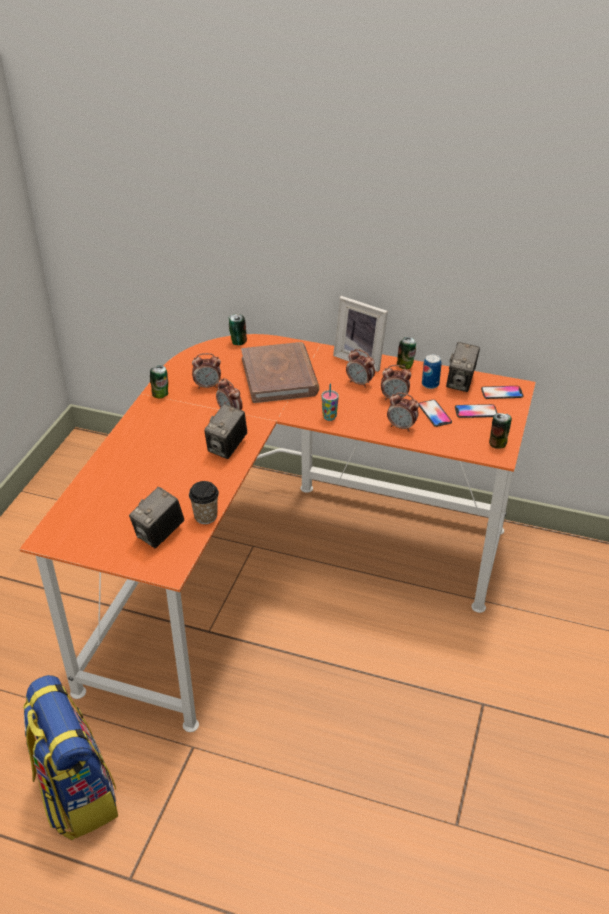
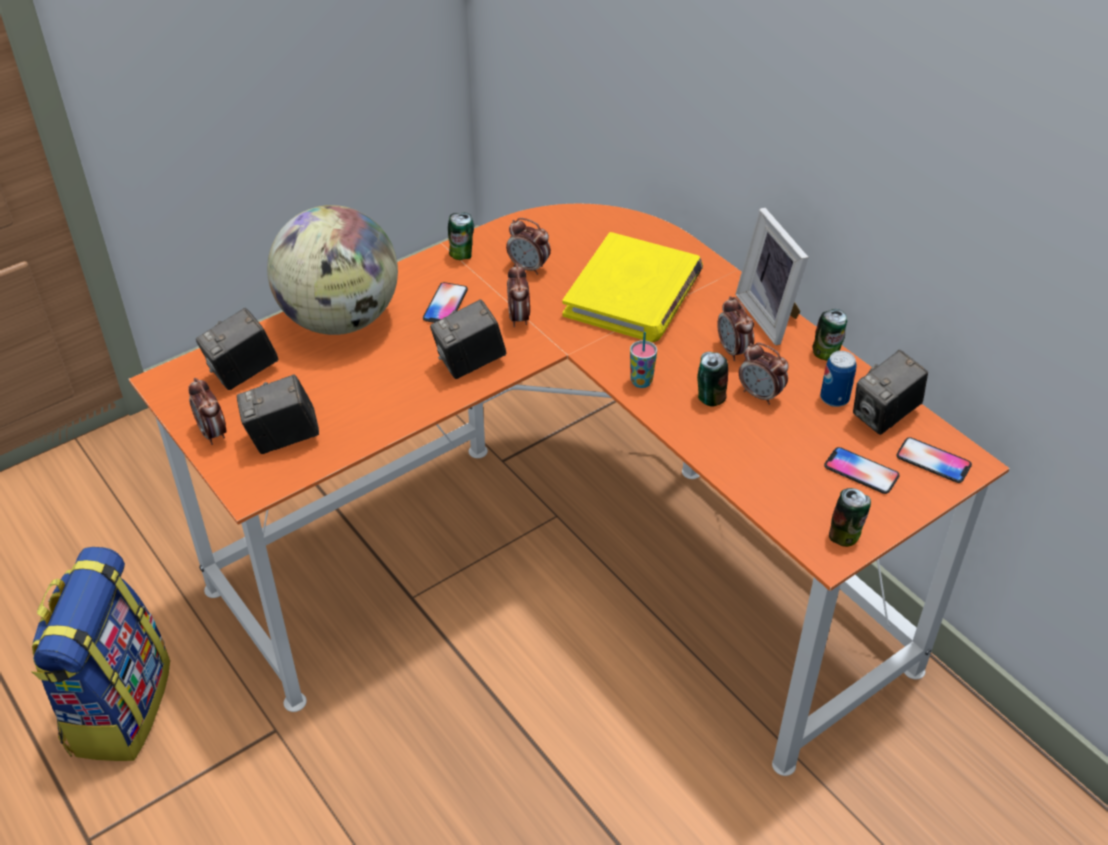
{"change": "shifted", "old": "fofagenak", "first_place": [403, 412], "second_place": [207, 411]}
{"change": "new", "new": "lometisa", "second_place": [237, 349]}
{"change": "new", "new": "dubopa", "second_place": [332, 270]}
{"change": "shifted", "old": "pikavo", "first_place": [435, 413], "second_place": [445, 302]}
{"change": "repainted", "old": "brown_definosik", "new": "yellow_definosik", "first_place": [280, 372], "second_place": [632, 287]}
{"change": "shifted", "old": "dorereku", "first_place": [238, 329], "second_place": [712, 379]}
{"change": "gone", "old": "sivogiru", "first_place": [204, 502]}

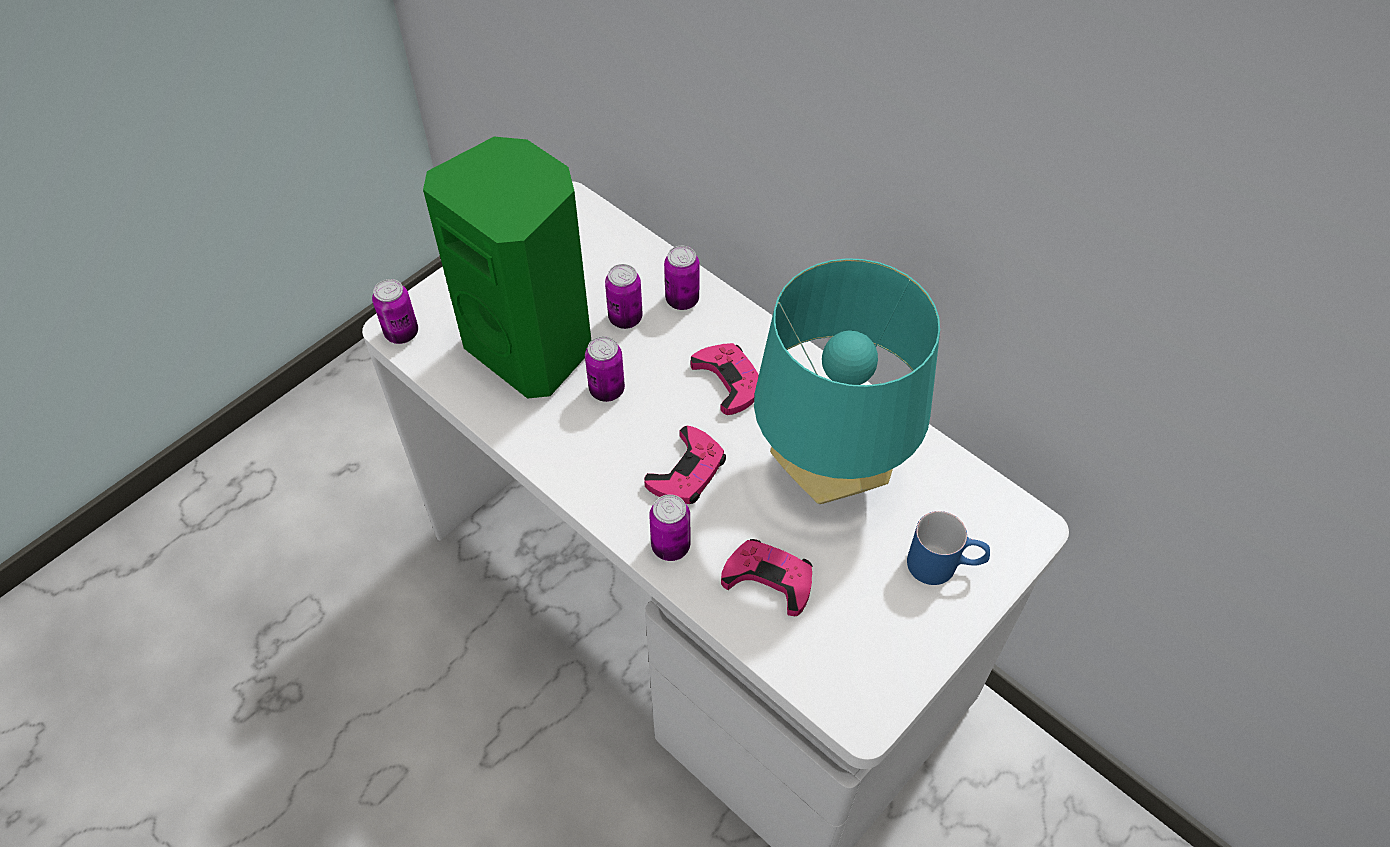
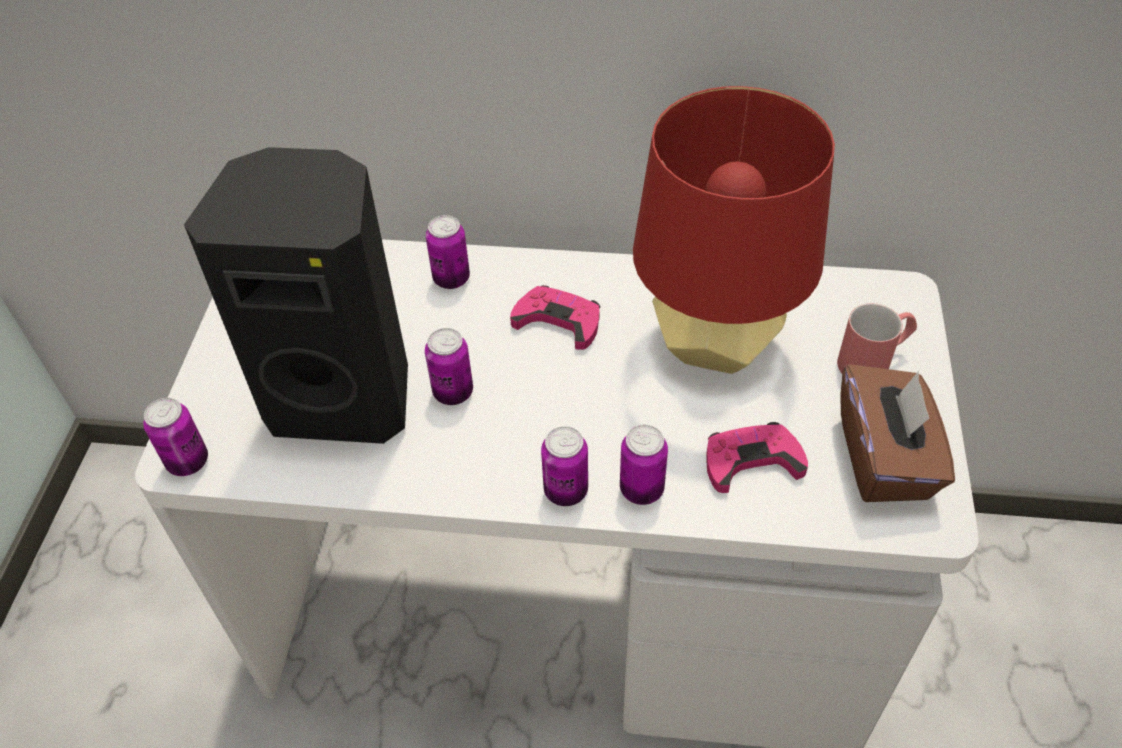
{"change": "repainted", "old": "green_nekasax", "new": "black_nekasax", "first_place": [507, 268], "second_place": [296, 295]}
{"change": "shifted", "old": "dorereku", "first_place": [624, 296], "second_place": [564, 466]}
{"change": "repainted", "old": "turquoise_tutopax", "new": "red_tutopax", "first_place": [847, 381], "second_place": [734, 230]}
{"change": "repainted", "old": "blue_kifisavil", "new": "red_kifisavil", "first_place": [948, 548], "second_place": [877, 338]}
{"change": "new", "new": "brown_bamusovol", "second_place": [897, 433]}
{"change": "gone", "old": "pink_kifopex", "first_place": [685, 465]}

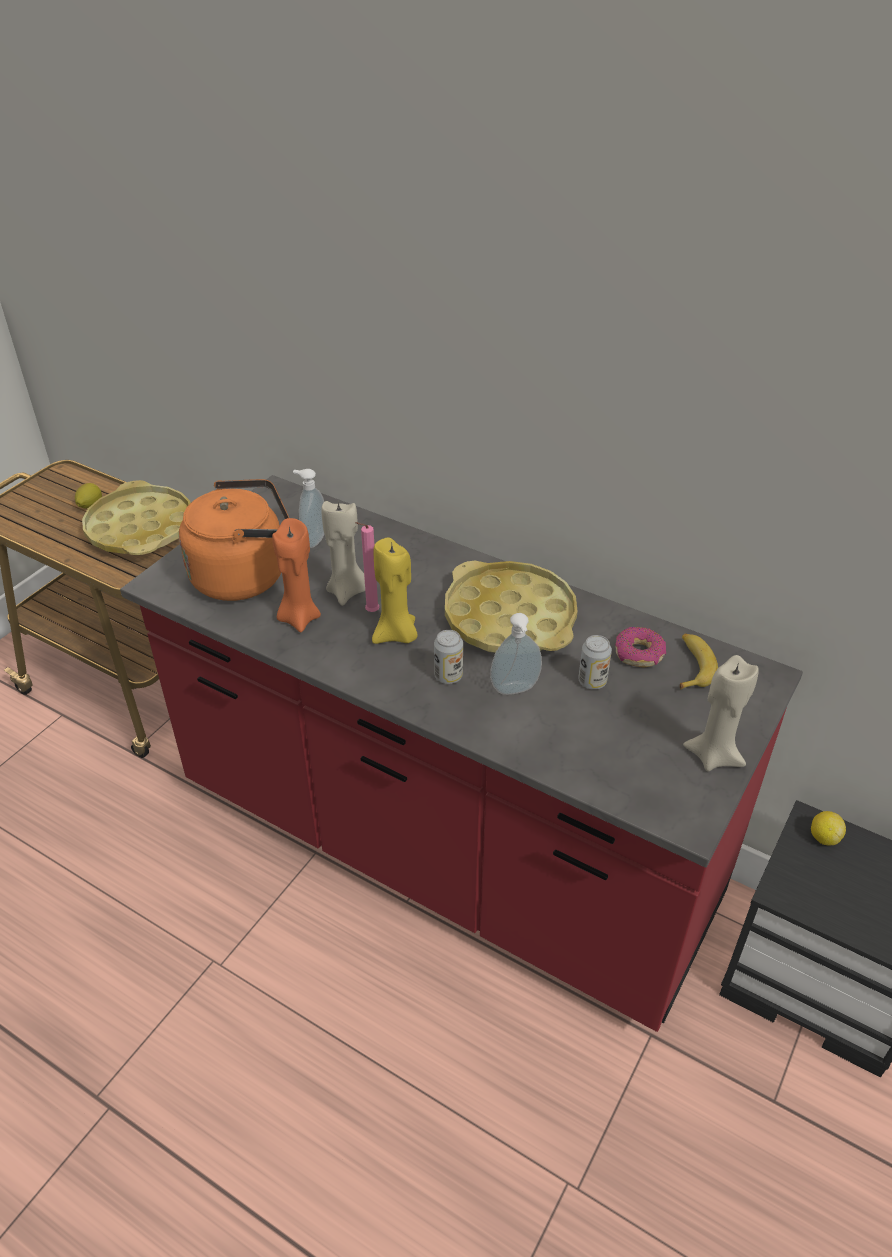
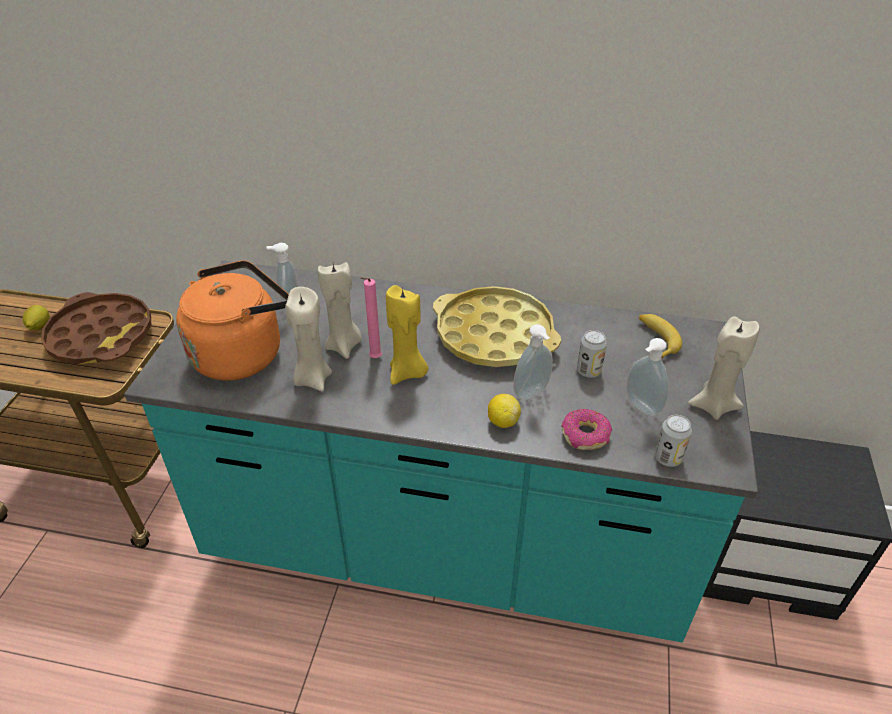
{"change": "repainted", "old": "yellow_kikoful", "new": "brown_kikoful", "first_place": [136, 517], "second_place": [96, 328]}
{"change": "repainted", "old": "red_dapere", "new": "turquoise_dapere", "first_place": [461, 753], "second_place": [441, 451]}
{"change": "repainted", "old": "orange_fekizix", "new": "beige_fekizix", "first_place": [296, 575], "second_place": [308, 339]}
{"change": "shifted", "old": "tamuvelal", "first_place": [828, 828], "second_place": [504, 411]}
{"change": "shifted", "old": "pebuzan", "first_place": [640, 647], "second_place": [586, 429]}
{"change": "new", "new": "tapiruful", "second_place": [648, 377]}
{"change": "shifted", "old": "dorereku", "first_place": [448, 657], "second_place": [673, 441]}

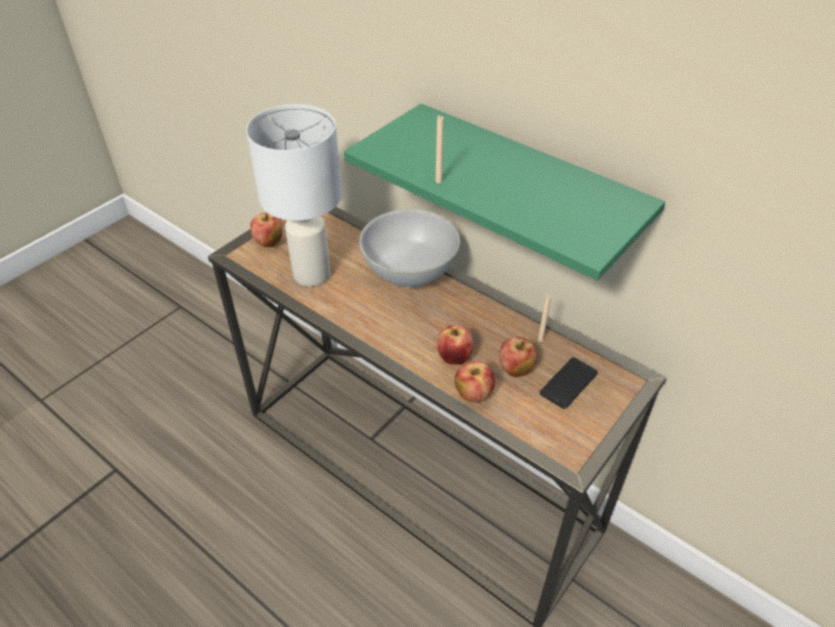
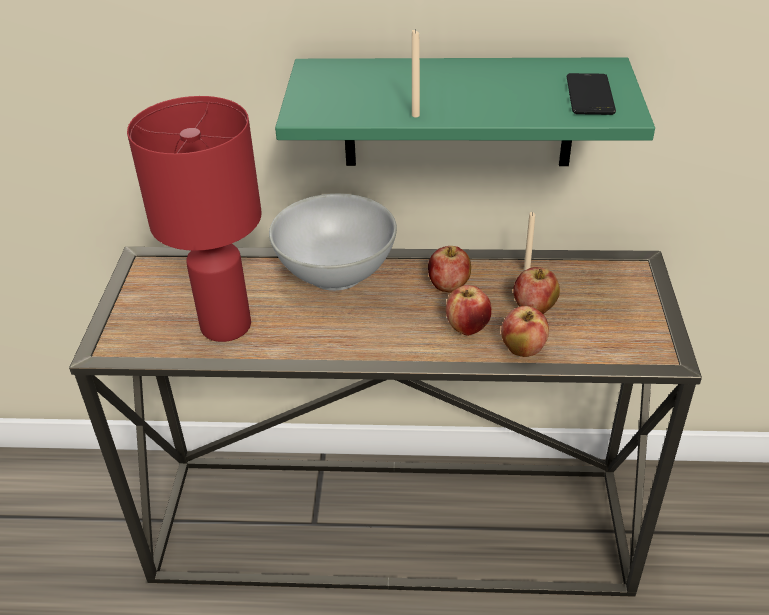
{"change": "repainted", "old": "white_tutopax", "new": "red_tutopax", "first_place": [294, 195], "second_place": [194, 219]}
{"change": "shifted", "old": "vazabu", "first_place": [266, 230], "second_place": [449, 269]}
{"change": "shifted", "old": "pikavo", "first_place": [569, 383], "second_place": [591, 94]}

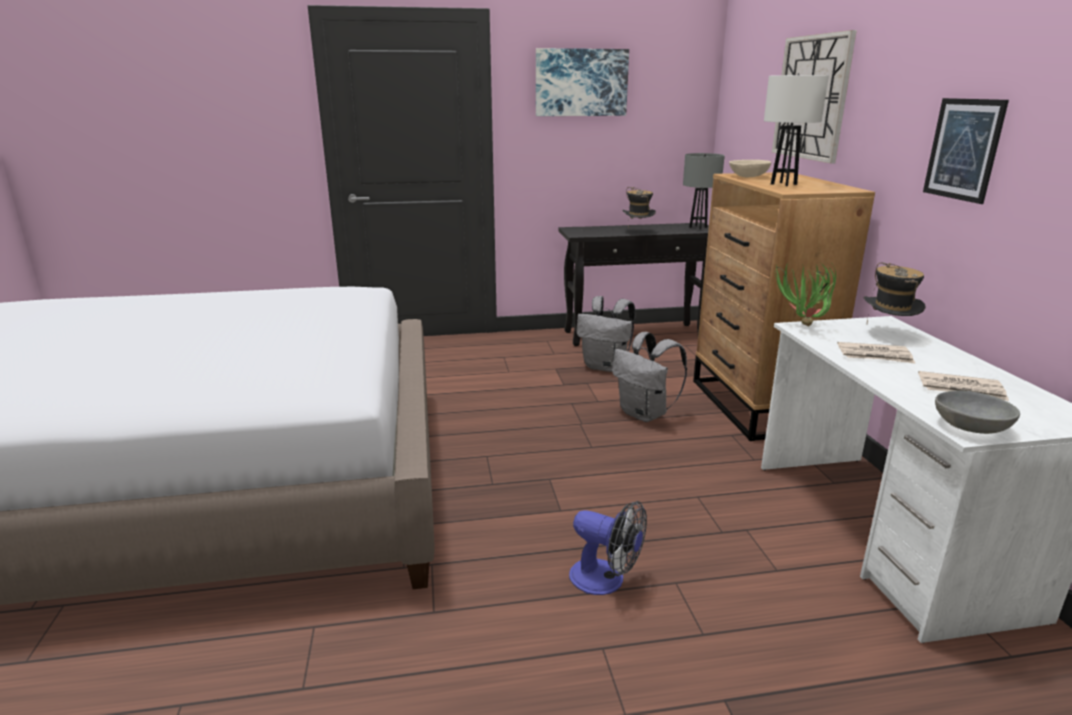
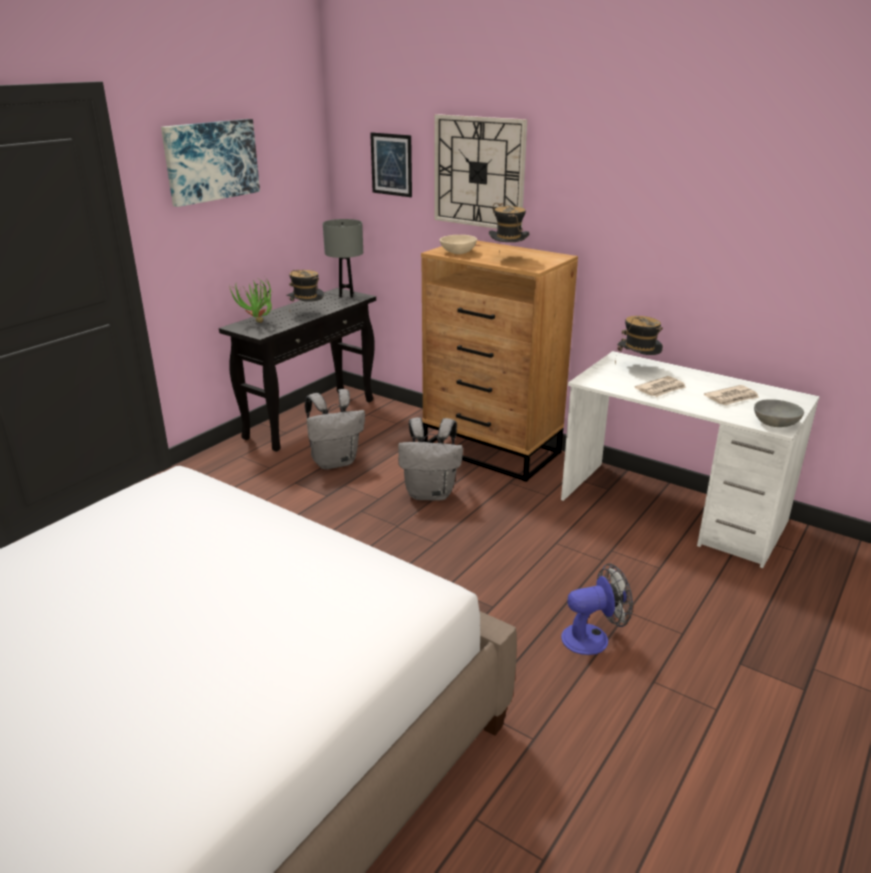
{"change": "shifted", "old": "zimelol", "first_place": [805, 294], "second_place": [250, 300]}
{"change": "shifted", "old": "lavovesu", "first_place": [966, 151], "second_place": [391, 164]}
{"change": "swapped", "old": "white_tutopax", "new": "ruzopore", "first_place": [796, 130], "second_place": [509, 228]}

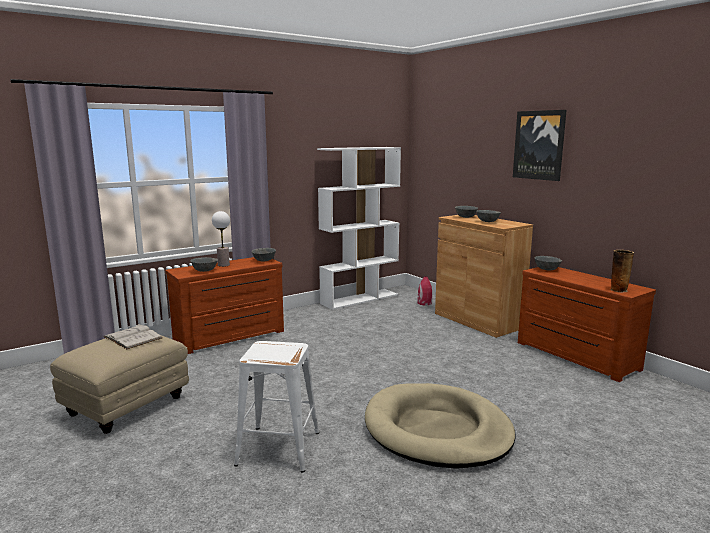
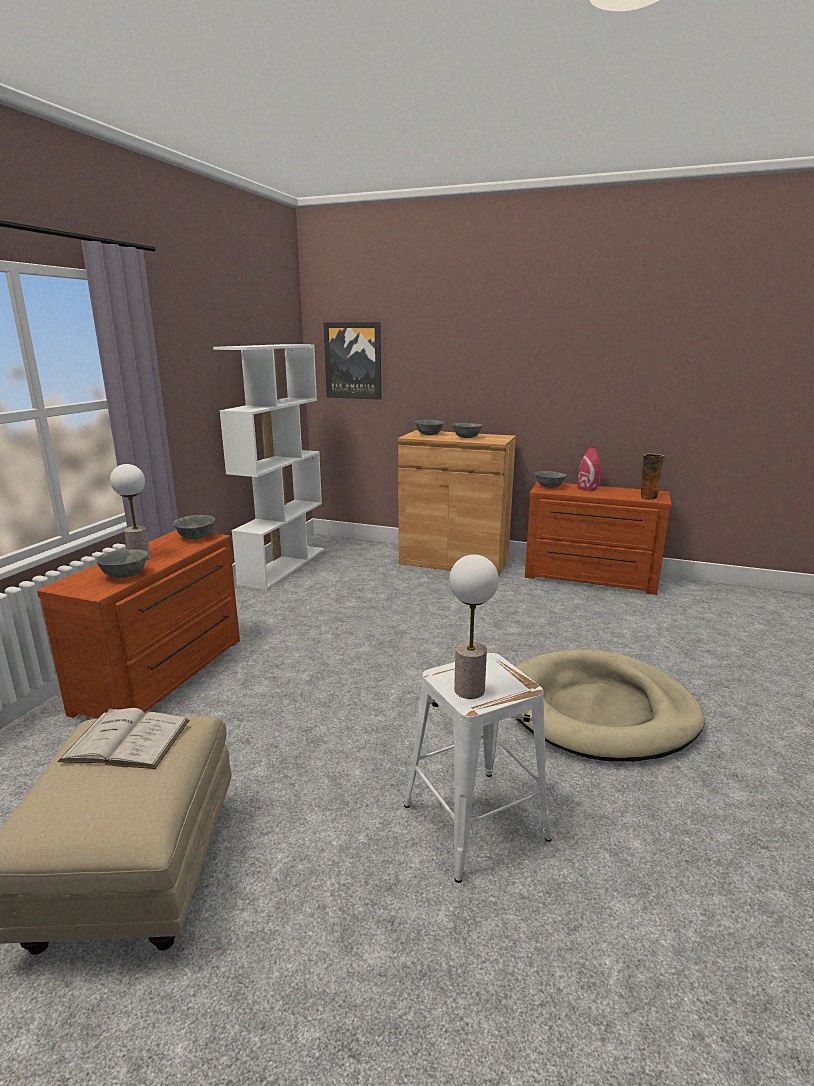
{"change": "shifted", "old": "lavovesu", "first_place": [540, 145], "second_place": [352, 361]}
{"change": "new", "new": "tutopax", "second_place": [474, 627]}
{"change": "shifted", "old": "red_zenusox", "first_place": [425, 291], "second_place": [589, 469]}

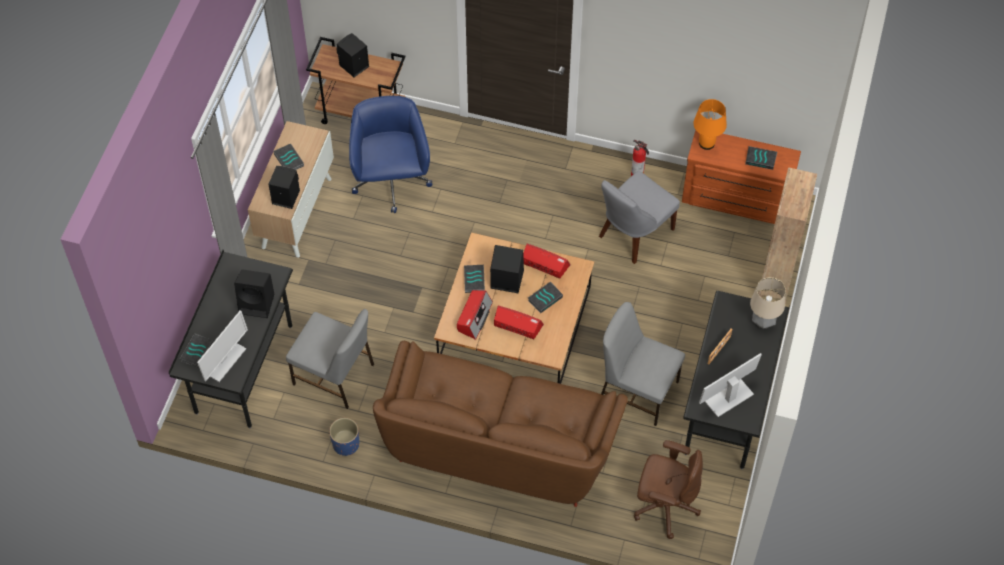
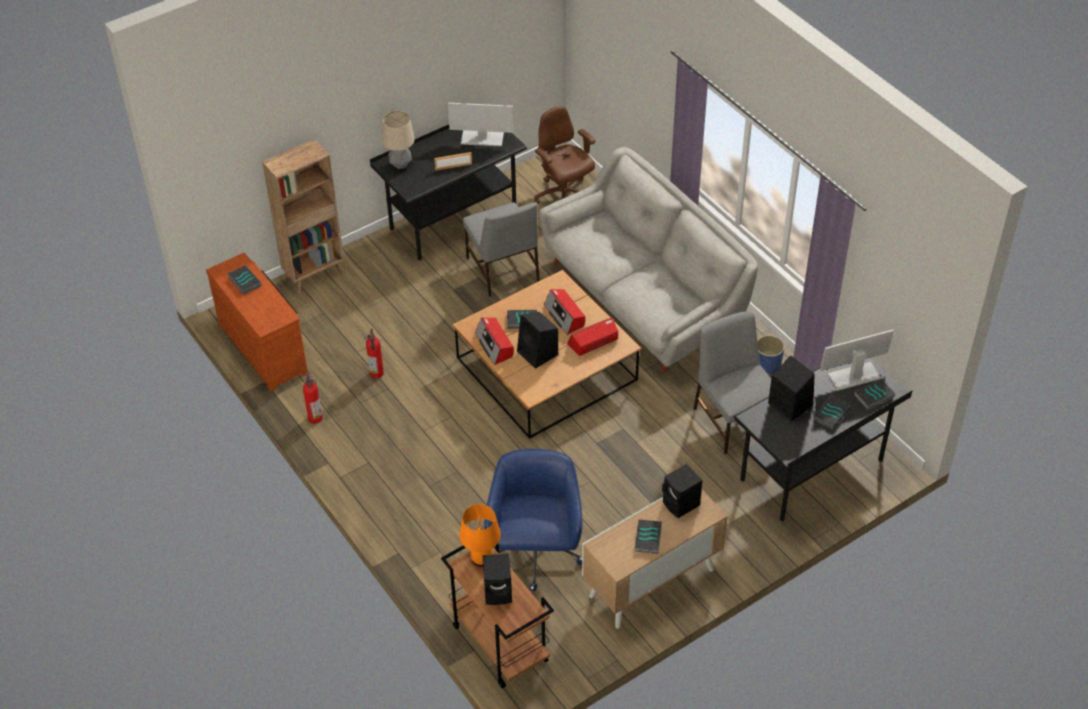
{"change": "swapped", "old": "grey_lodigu", "new": "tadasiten", "first_place": [639, 217], "second_place": [374, 353]}
{"change": "shifted", "old": "orange_tutopax", "first_place": [710, 124], "second_place": [480, 535]}
{"change": "rotated", "old": "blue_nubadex", "first_place": [390, 154], "second_place": [533, 520], "degrees": 150}
{"change": "repainted", "old": "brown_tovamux", "new": "grey_tovamux", "first_place": [500, 424], "second_place": [648, 259]}
{"change": "shifted", "old": "definosik", "first_place": [474, 279], "second_place": [831, 412]}

